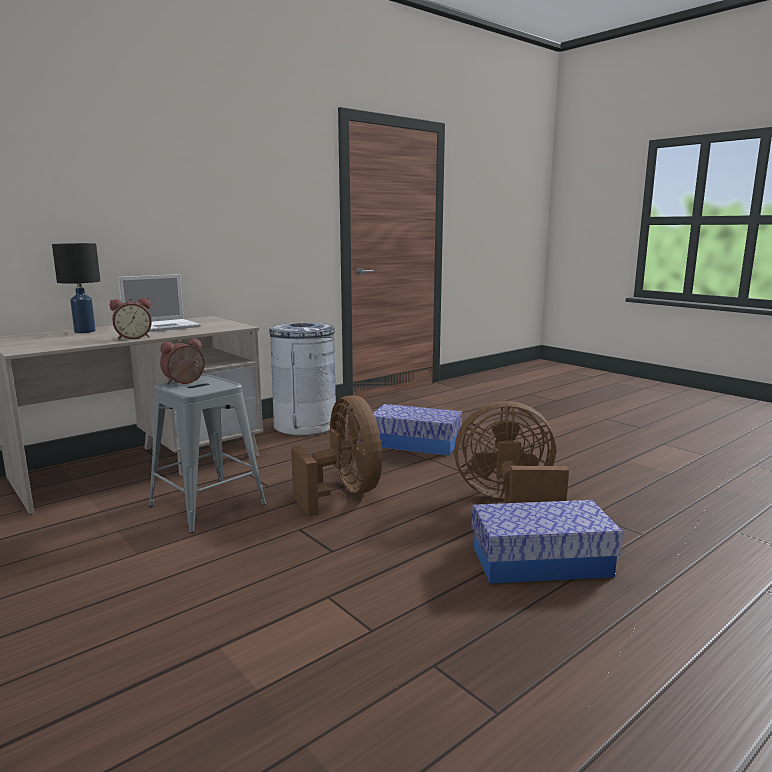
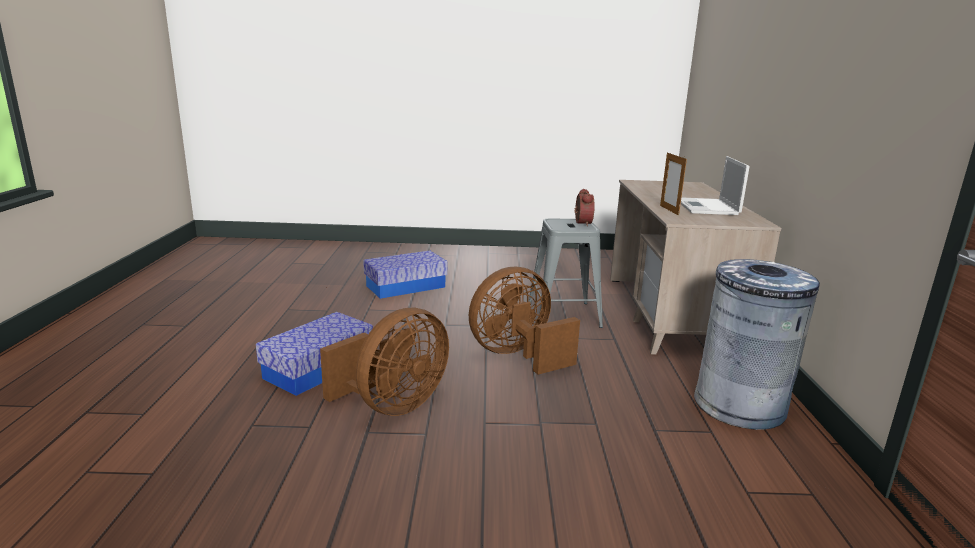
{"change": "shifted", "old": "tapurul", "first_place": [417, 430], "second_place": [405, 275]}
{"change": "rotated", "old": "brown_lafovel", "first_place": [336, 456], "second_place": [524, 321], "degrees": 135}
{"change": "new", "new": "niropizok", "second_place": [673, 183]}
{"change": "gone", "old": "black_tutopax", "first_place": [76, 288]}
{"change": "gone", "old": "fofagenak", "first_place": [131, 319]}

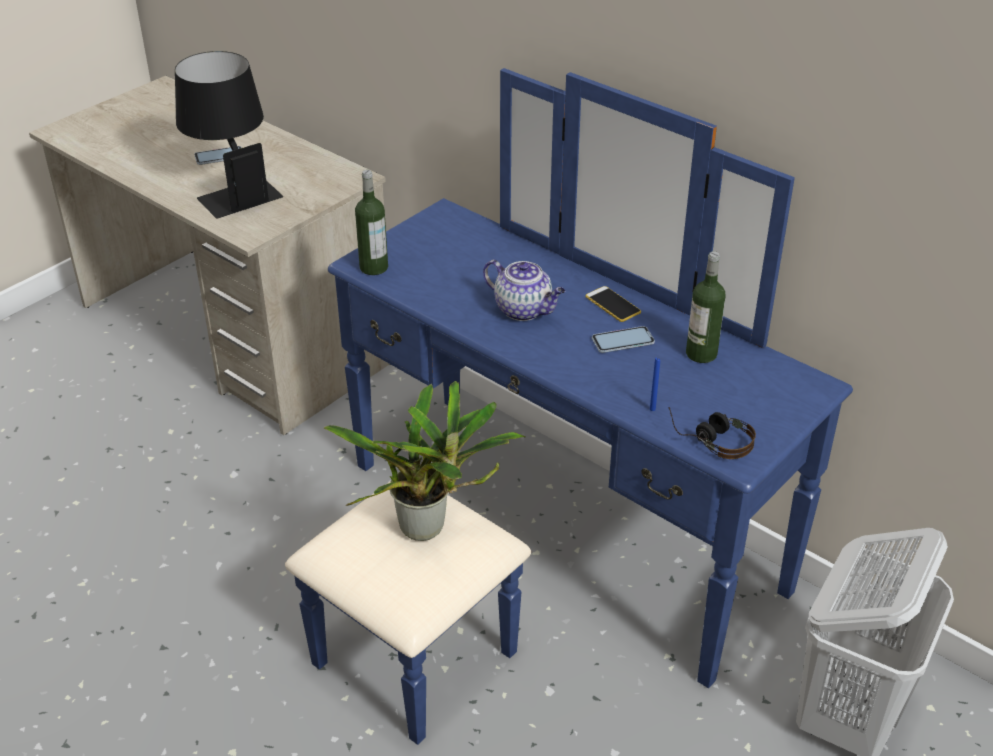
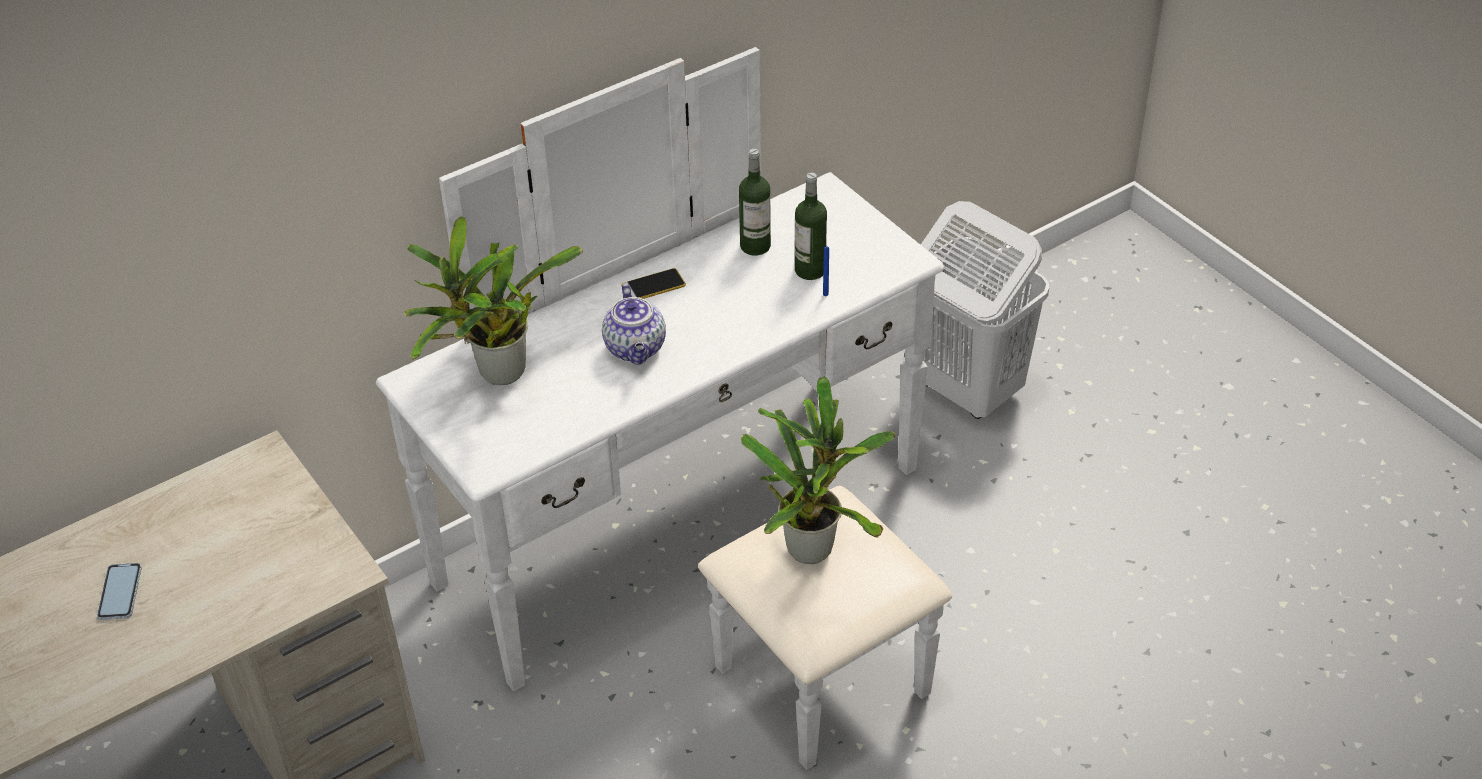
{"change": "repainted", "old": "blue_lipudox", "new": "white_lipudox", "first_place": [569, 406], "second_place": [664, 408]}
{"change": "new", "new": "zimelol", "second_place": [493, 300]}
{"change": "rotated", "old": "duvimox", "first_place": [524, 290], "second_place": [634, 324], "degrees": 120}
{"change": "shifted", "old": "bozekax", "first_place": [371, 222], "second_place": [811, 226]}
{"change": "gone", "old": "black_tutopax", "first_place": [229, 135]}
{"change": "gone", "old": "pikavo", "first_place": [623, 339]}
{"change": "gone", "old": "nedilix", "first_place": [712, 433]}

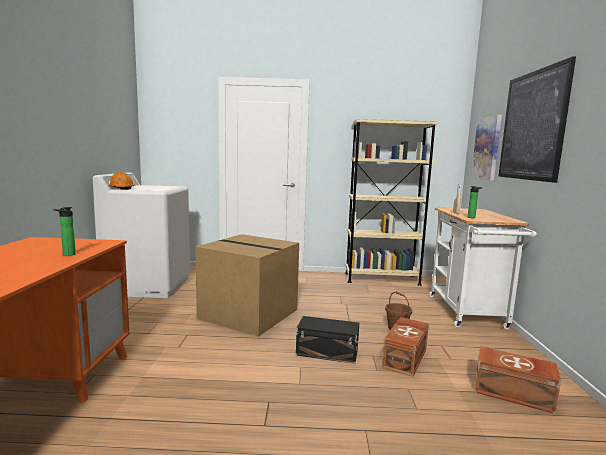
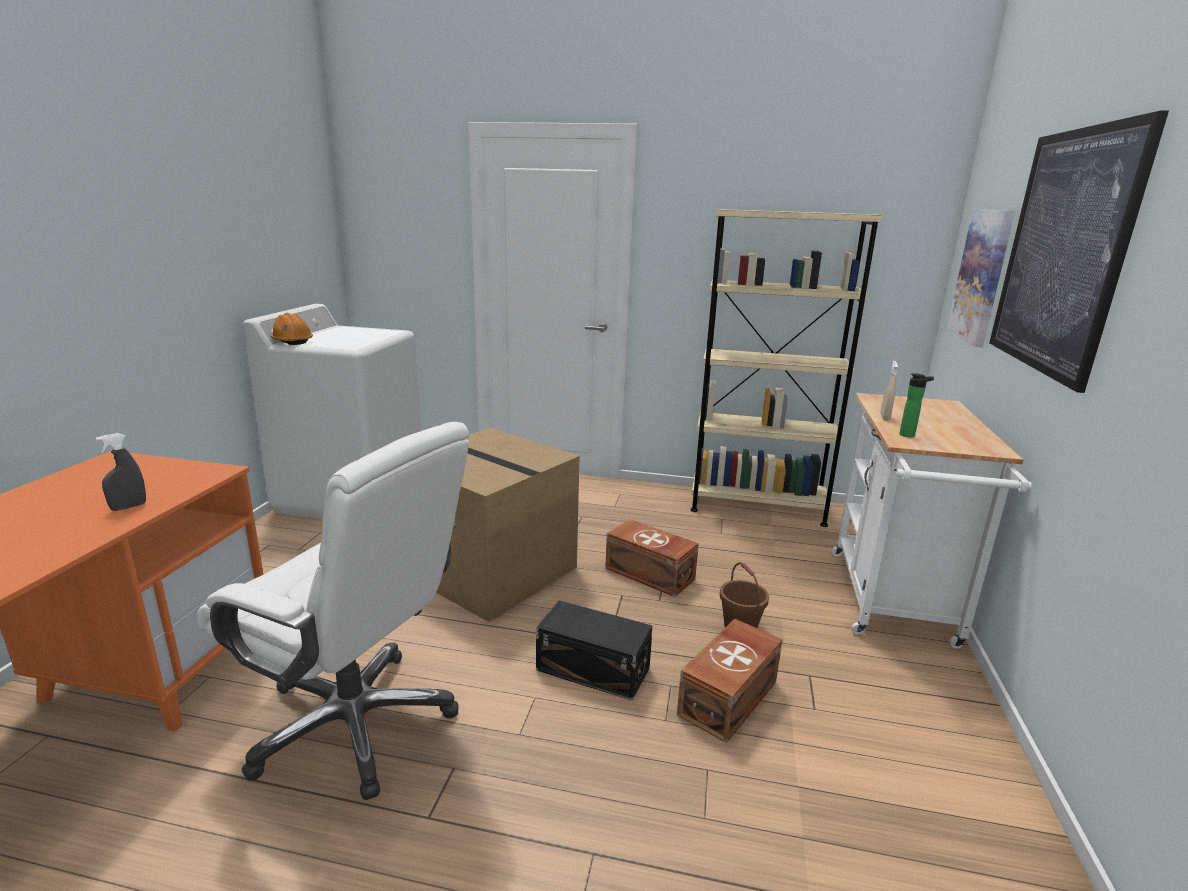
{"change": "swapped", "old": "bozekax", "new": "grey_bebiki", "first_place": [65, 231], "second_place": [121, 472]}
{"change": "new", "new": "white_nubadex", "second_place": [333, 611]}
{"change": "shifted", "old": "brown_tapurul", "first_place": [518, 380], "second_place": [652, 558]}

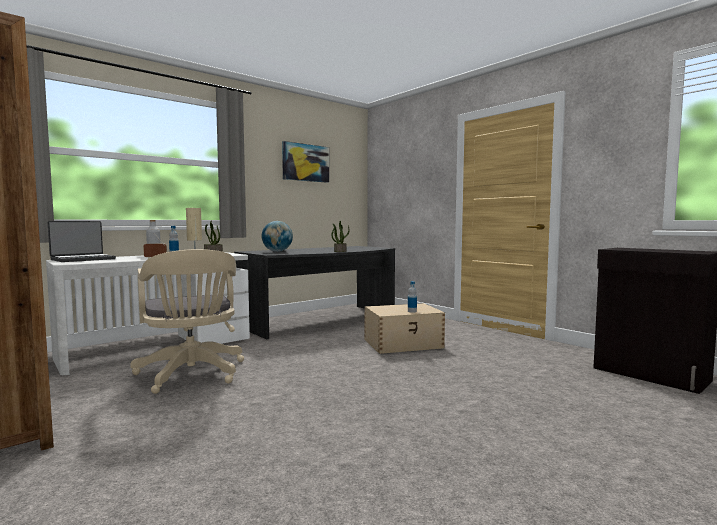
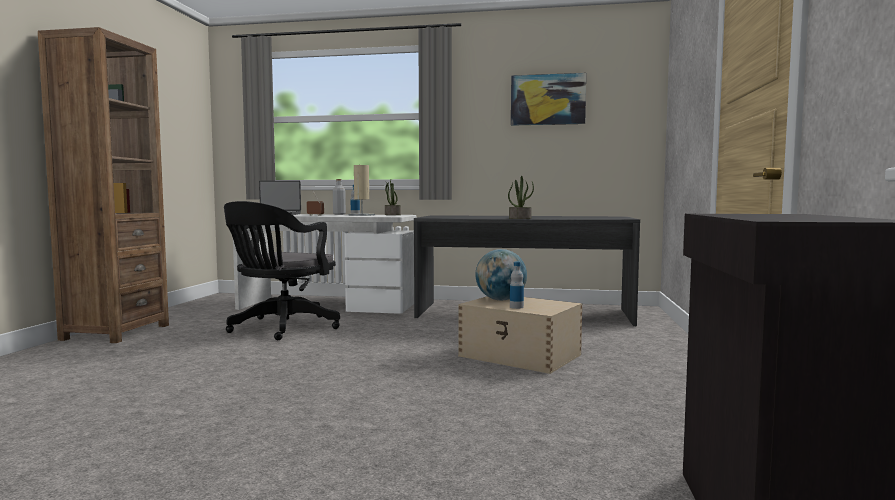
{"change": "repainted", "old": "beige_nubadex", "new": "black_nubadex", "first_place": [187, 321], "second_place": [282, 270]}
{"change": "shifted", "old": "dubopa", "first_place": [277, 236], "second_place": [501, 274]}

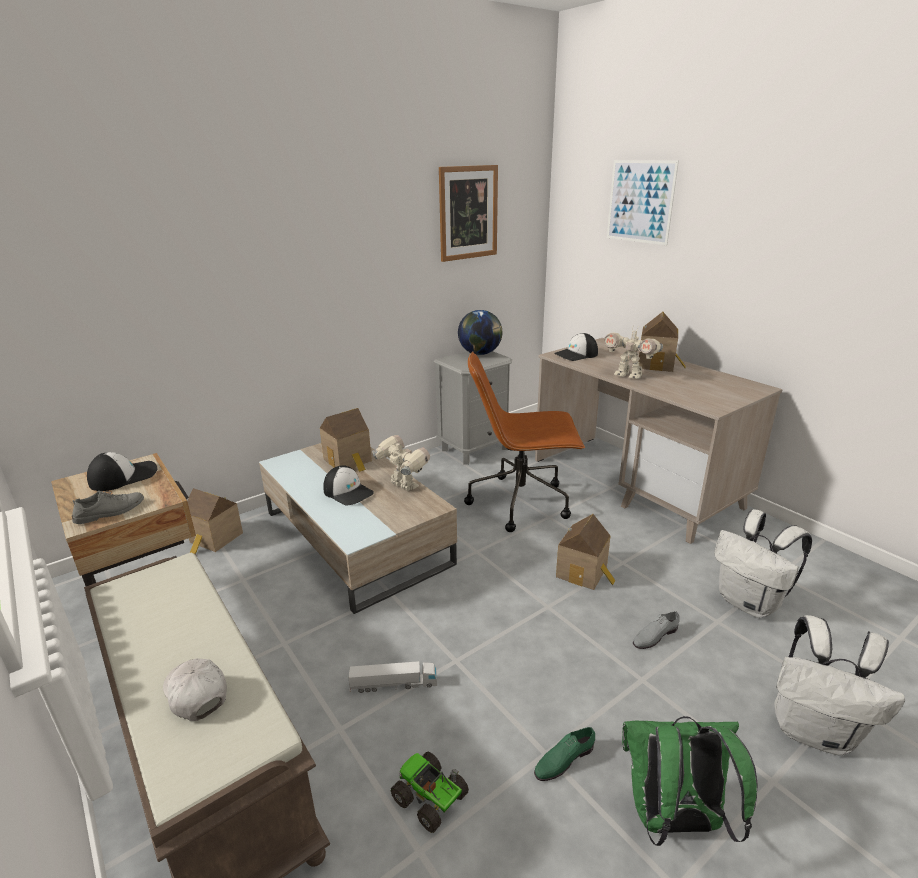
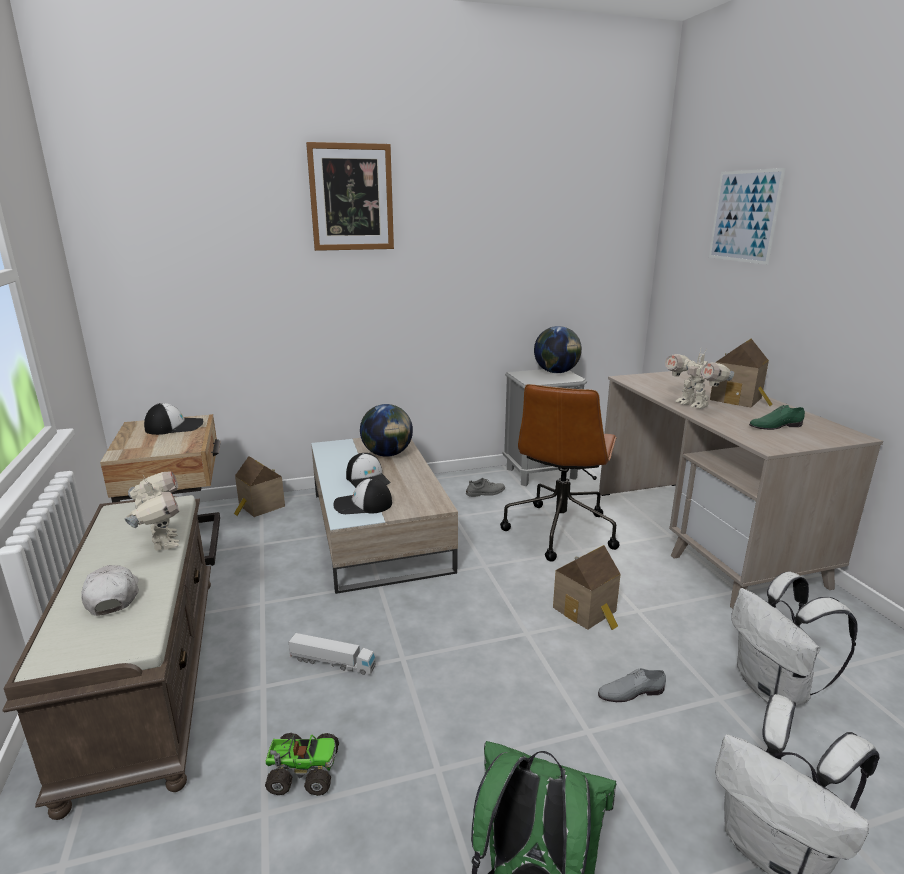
{"change": "shifted", "old": "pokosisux", "first_place": [401, 463], "second_place": [152, 511]}
{"change": "rotated", "old": "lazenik", "first_place": [430, 792], "second_place": [302, 764], "degrees": 120}
{"change": "shifted", "old": "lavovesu", "first_place": [468, 213], "second_place": [350, 196]}
{"change": "shifted", "old": "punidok", "first_place": [576, 347], "second_place": [362, 496]}
{"change": "swapped", "old": "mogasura", "new": "dubopa", "first_place": [346, 440], "second_place": [386, 430]}
{"change": "shifted", "old": "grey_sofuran", "first_place": [108, 507], "second_place": [485, 487]}
{"change": "rotated", "old": "brown_nubadex", "first_place": [524, 441], "second_place": [560, 473], "degrees": -90}
{"change": "shifted", "old": "green_sofuran", "first_place": [564, 754], "second_place": [777, 417]}

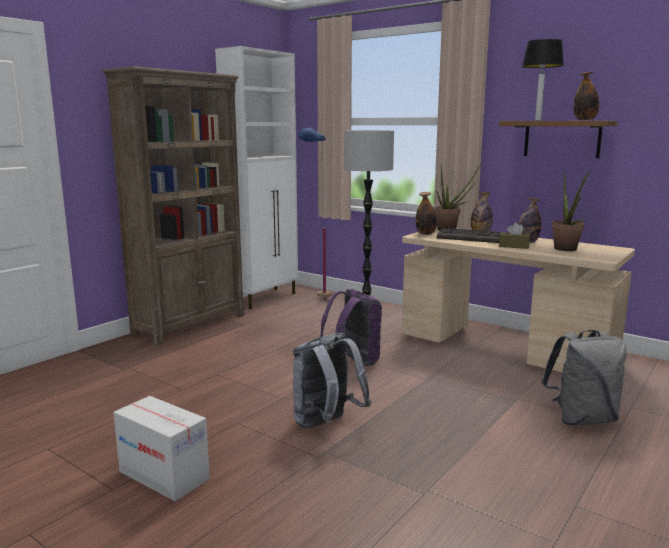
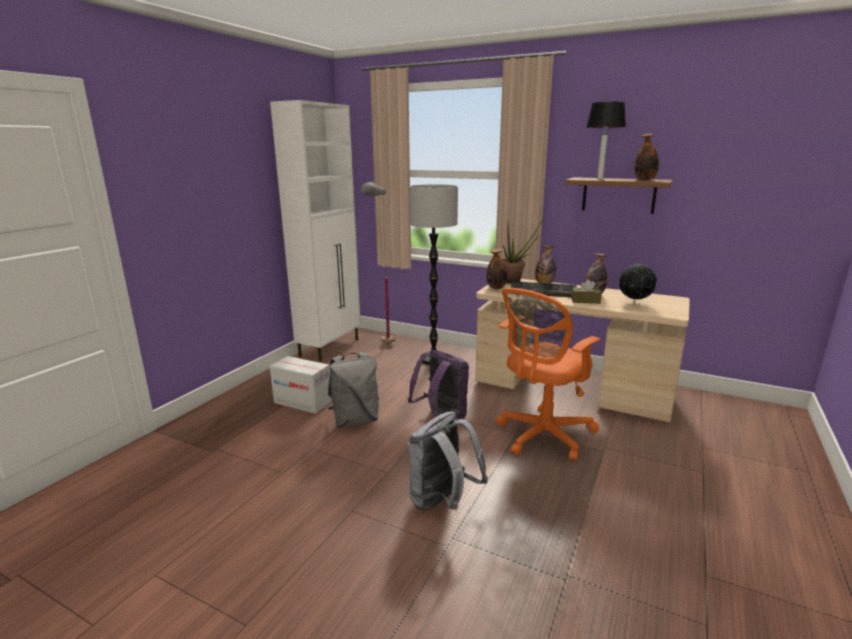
{"change": "shifted", "old": "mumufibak", "first_place": [161, 448], "second_place": [301, 385]}
{"change": "shifted", "old": "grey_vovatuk", "first_place": [584, 378], "second_place": [353, 390]}
{"change": "repainted", "old": "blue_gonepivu", "new": "grey_gonepivu", "first_place": [315, 214], "second_place": [377, 263]}
{"change": "new", "new": "orange_nubadex", "second_place": [548, 374]}
{"change": "swapped", "old": "zimelol", "new": "dubopa", "first_place": [570, 210], "second_place": [638, 283]}
{"change": "gone", "old": "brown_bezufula", "first_place": [173, 206]}

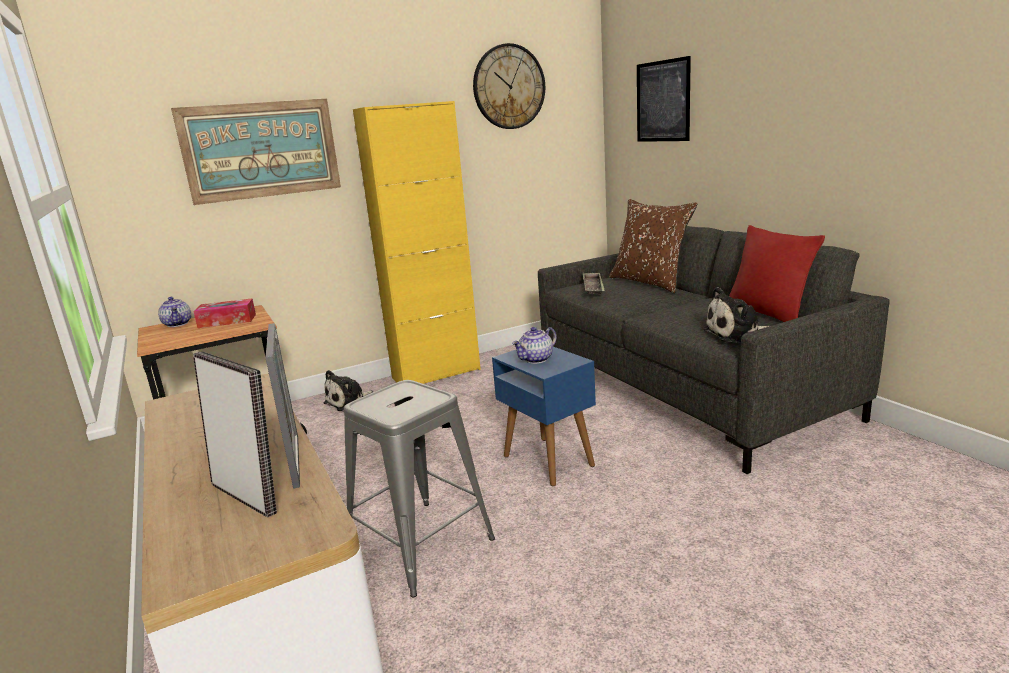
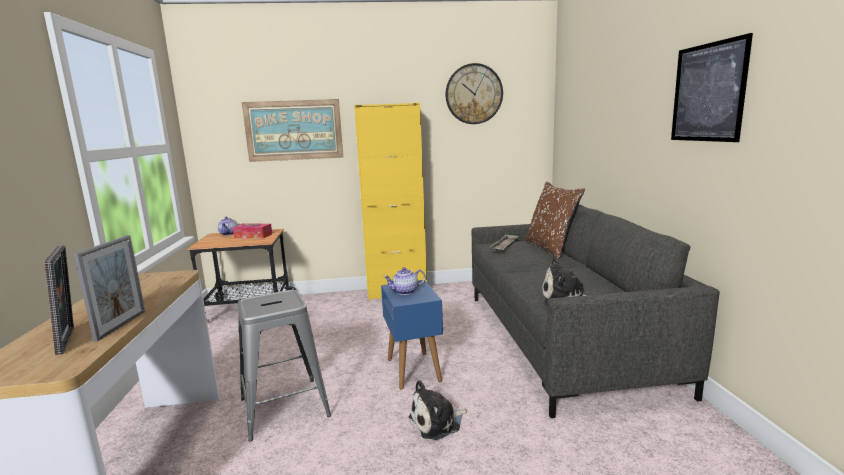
{"change": "shifted", "old": "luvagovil", "first_place": [348, 390], "second_place": [438, 410]}
{"change": "shifted", "old": "lavovesu", "first_place": [664, 99], "second_place": [712, 87]}
{"change": "gone", "old": "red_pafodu", "first_place": [777, 273]}

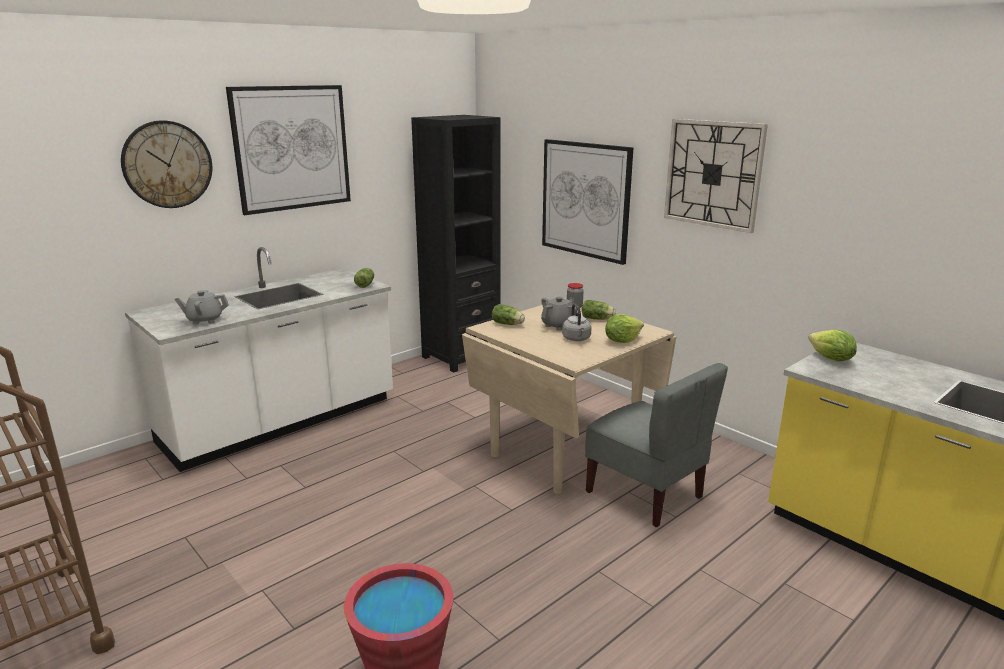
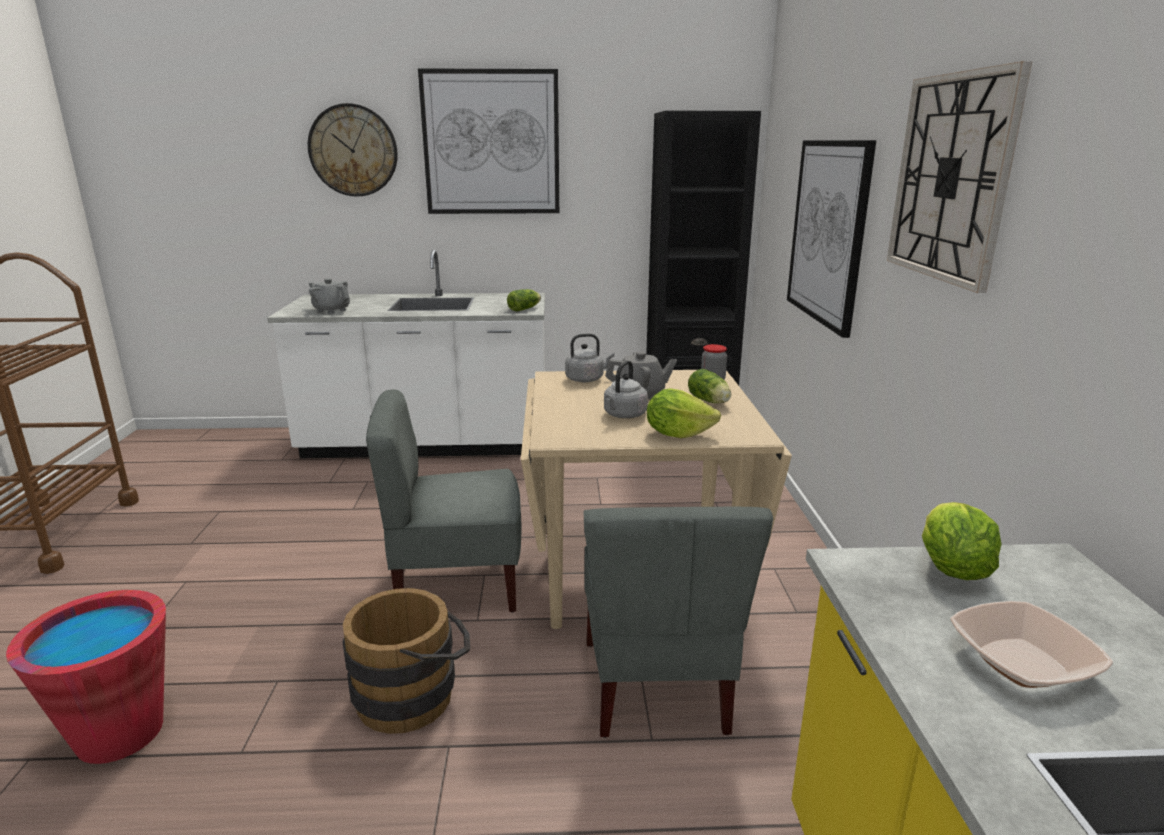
{"change": "new", "new": "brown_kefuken", "second_place": [406, 661]}
{"change": "new", "new": "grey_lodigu", "second_place": [443, 501]}
{"change": "swapped", "old": "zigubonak", "new": "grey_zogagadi", "first_place": [508, 314], "second_place": [590, 358]}
{"change": "new", "new": "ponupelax", "second_place": [1031, 644]}

